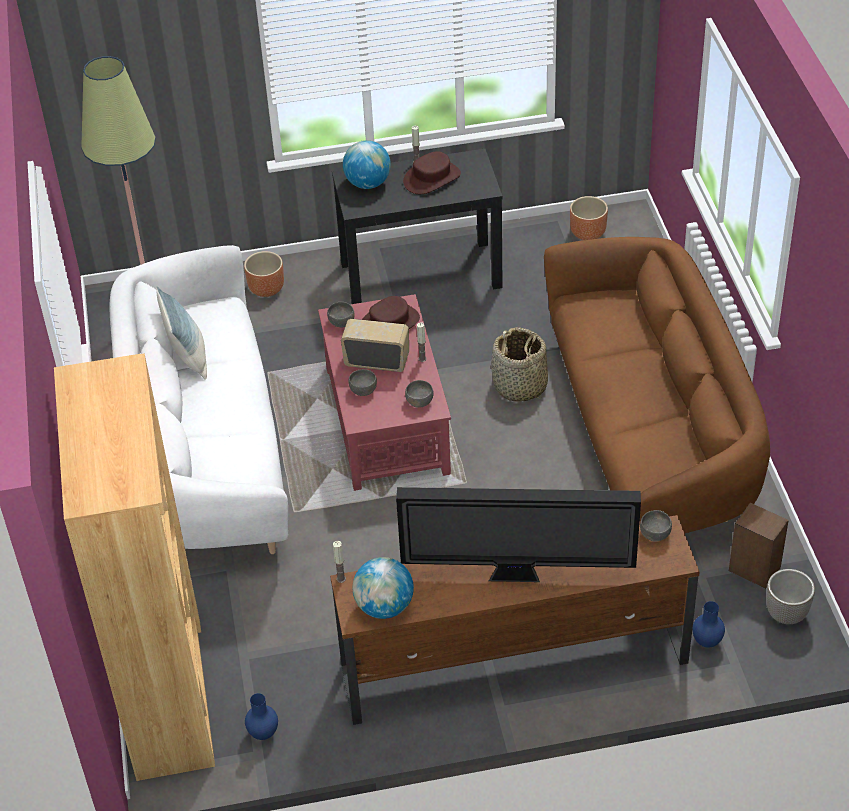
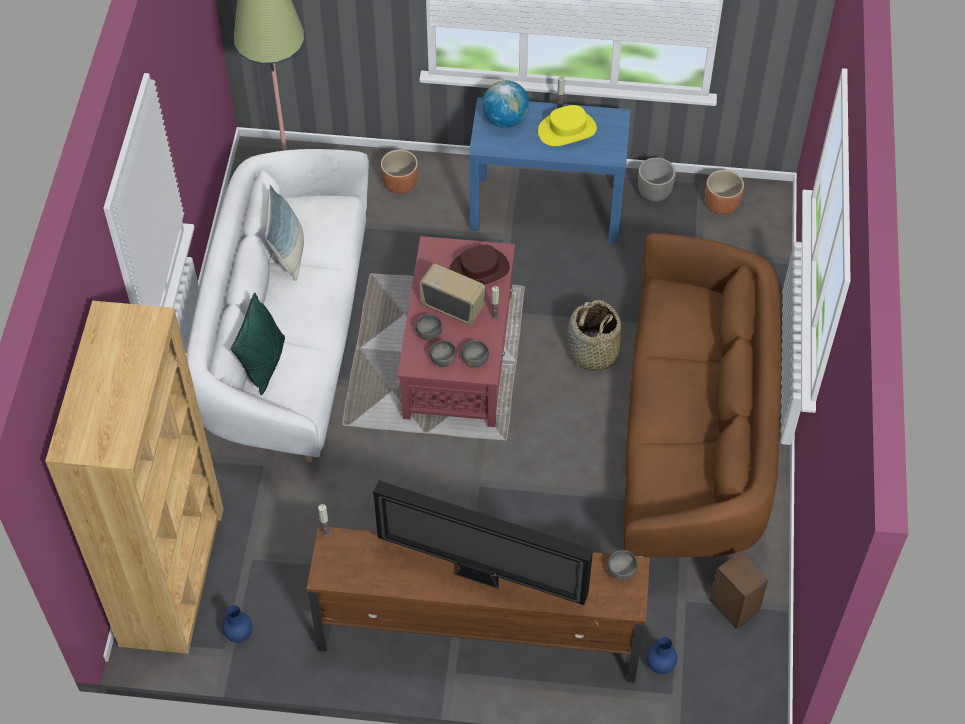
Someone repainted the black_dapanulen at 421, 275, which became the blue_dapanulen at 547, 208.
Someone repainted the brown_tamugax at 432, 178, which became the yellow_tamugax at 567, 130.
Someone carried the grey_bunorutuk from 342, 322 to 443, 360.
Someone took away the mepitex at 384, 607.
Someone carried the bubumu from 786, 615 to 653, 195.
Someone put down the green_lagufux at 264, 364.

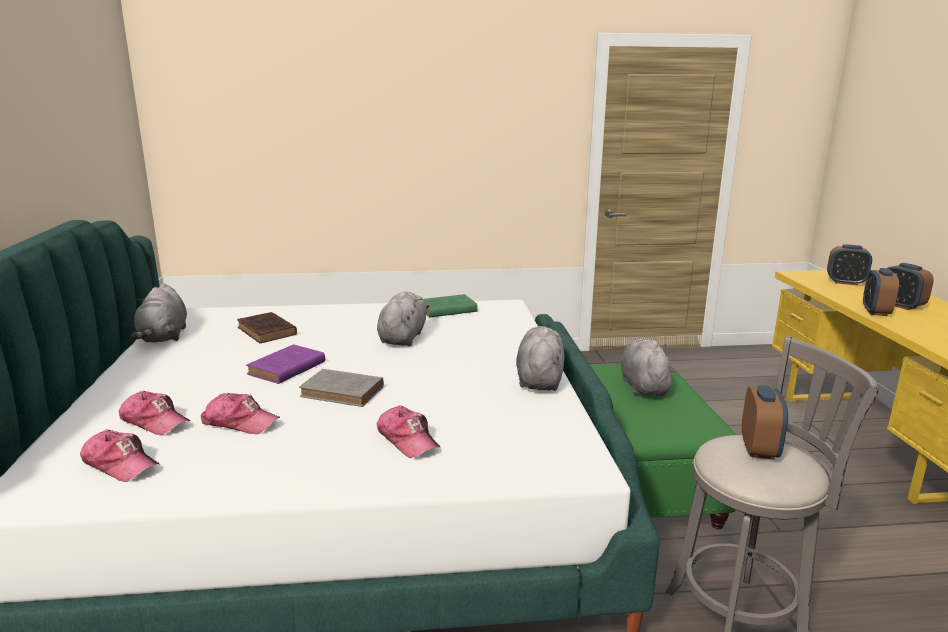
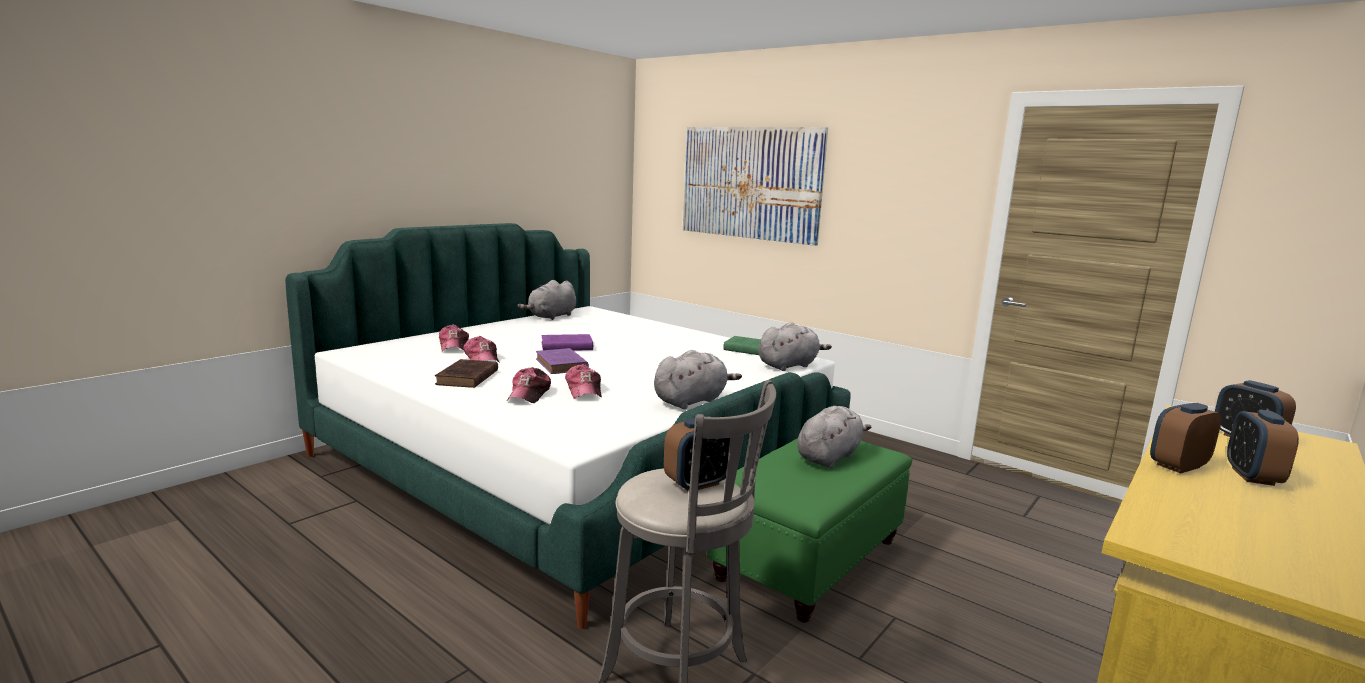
Someone carried the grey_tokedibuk from 403, 337 to 789, 365.
Someone carried the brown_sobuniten from 267, 332 to 466, 378.
Someone repainted the grey_sobuniten at 344, 392, which became the purple_sobuniten at 562, 365.
Someone carried the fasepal from 120, 464 to 584, 390.
Someone put up the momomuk at 750, 183.

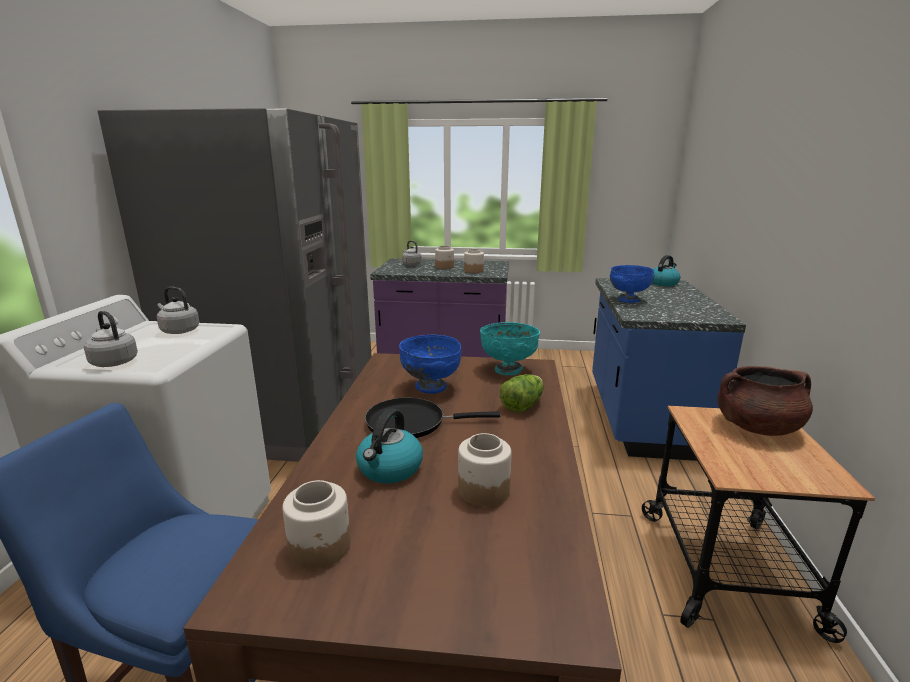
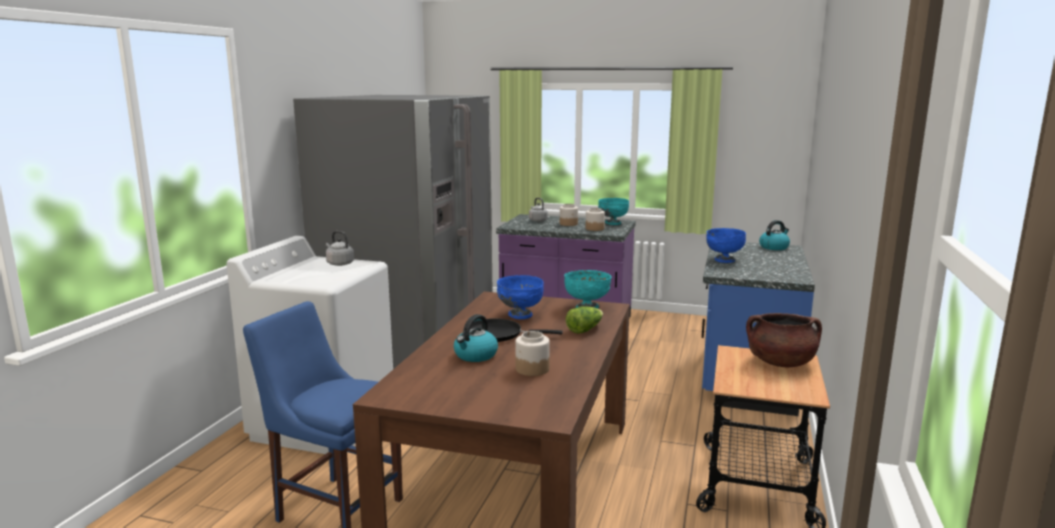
Someone took away the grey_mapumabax at 113, 362.
Someone took away the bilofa at 320, 547.
Someone put down the turquoise_bunorutuk at 612, 223.

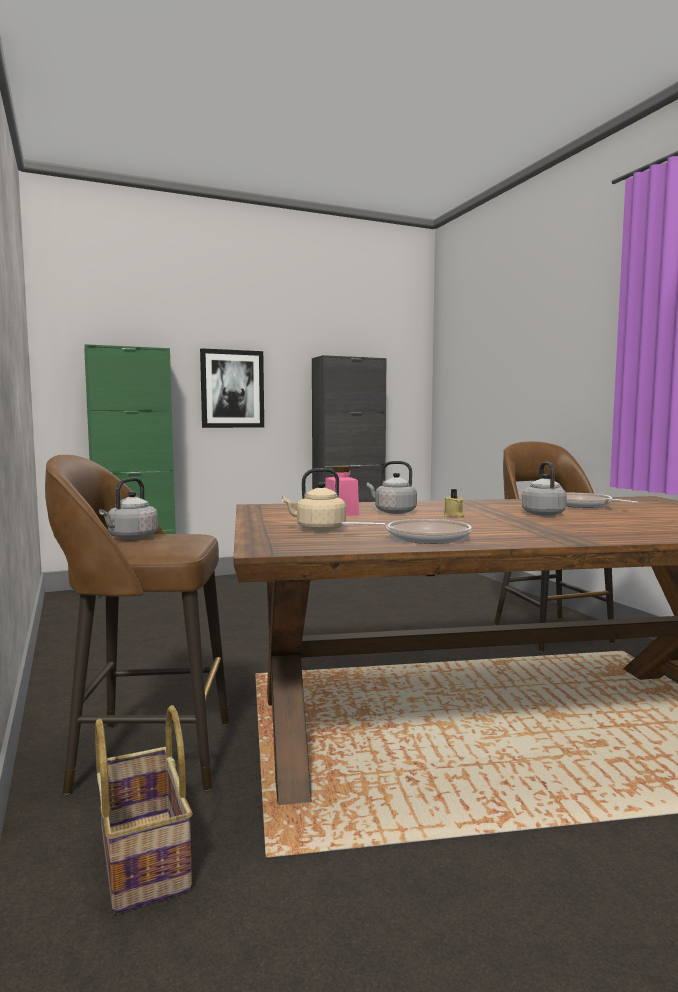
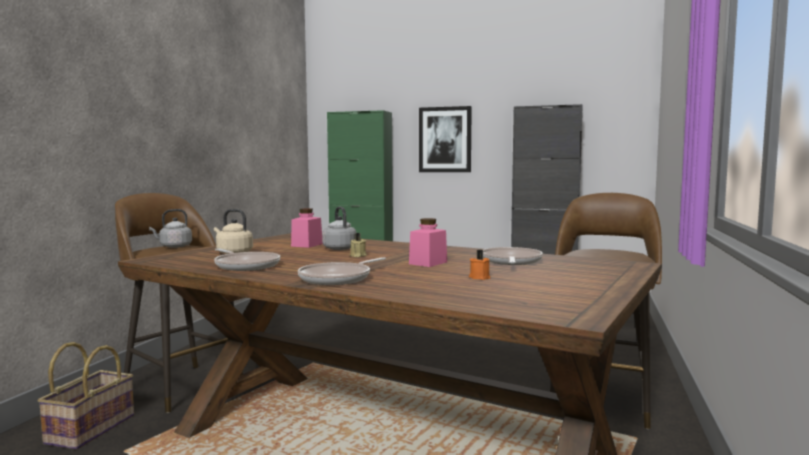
Someone swapped the grey_mapumabax at 542, 513 for the pink_bilofa at 428, 263.
Someone put down the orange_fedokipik at 479, 277.
Someone put down the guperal at 338, 278.

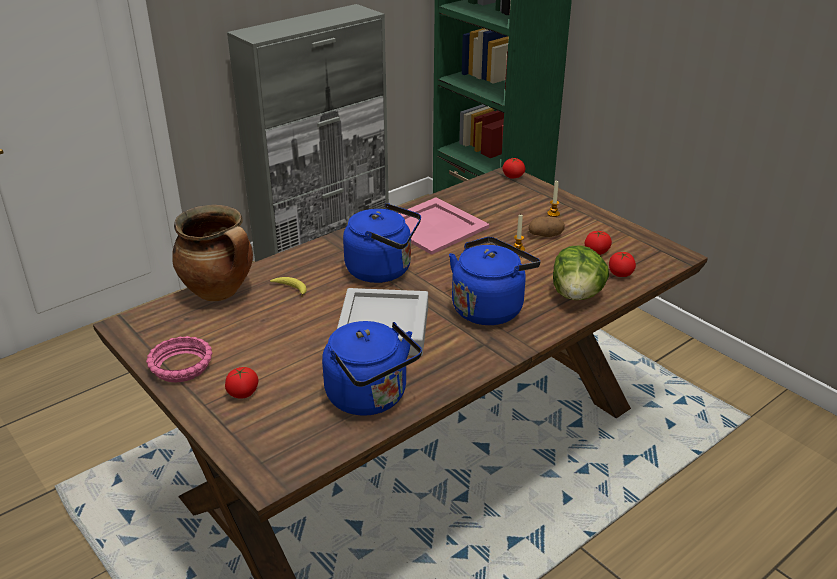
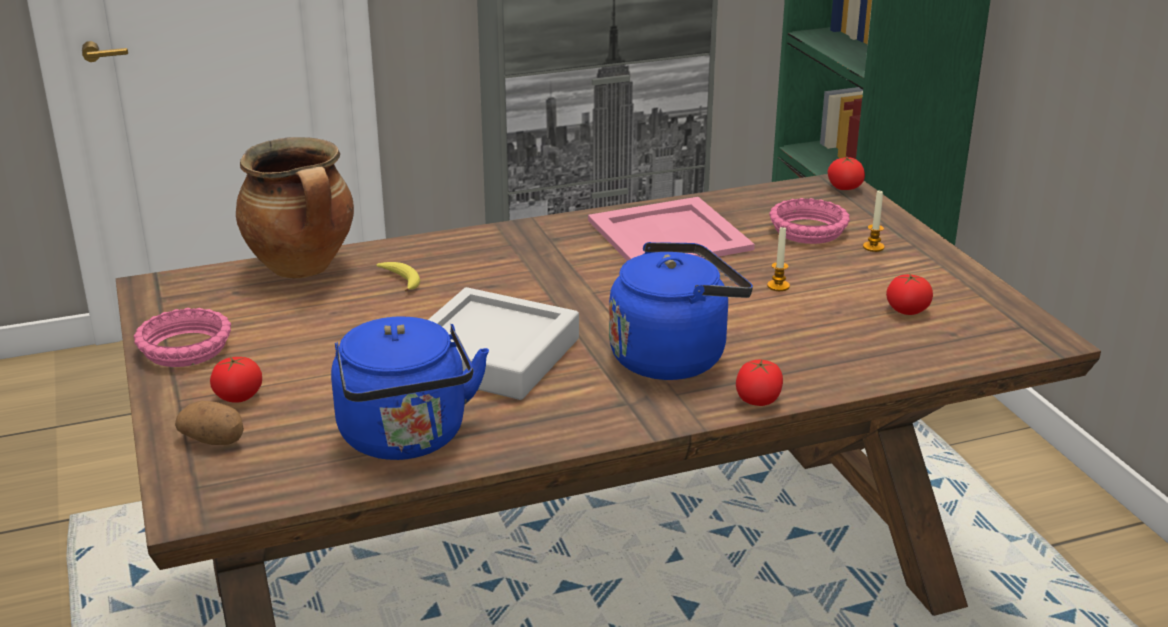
Someone took away the blue_mapumabax at 383, 270.
Someone carried the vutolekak from 545, 235 to 214, 440.
Someone took away the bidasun at 577, 295.
Someone carried the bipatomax from 620, 274 to 758, 400.
Someone put down the pink_bunorutuk at 808, 230.

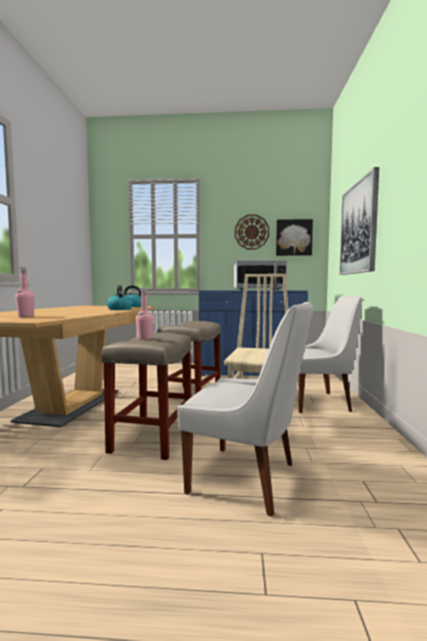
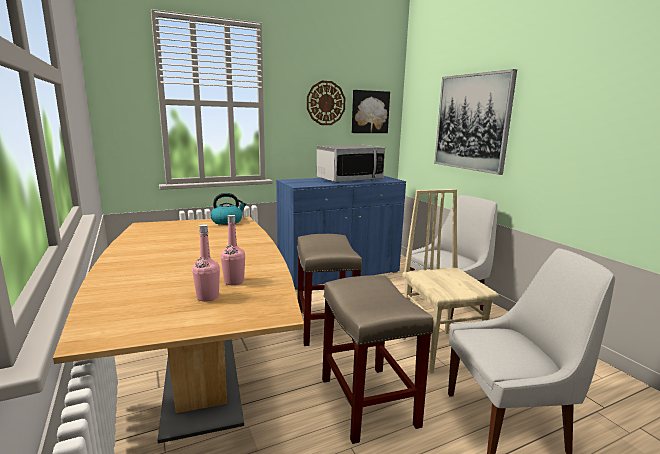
Someone took away the mapumabax at 119, 309.
Someone carried the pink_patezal from 145, 338 to 234, 282.

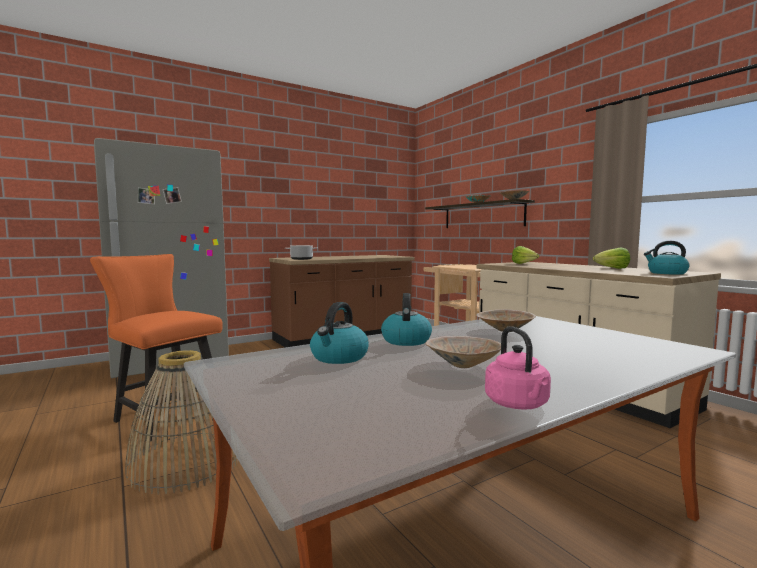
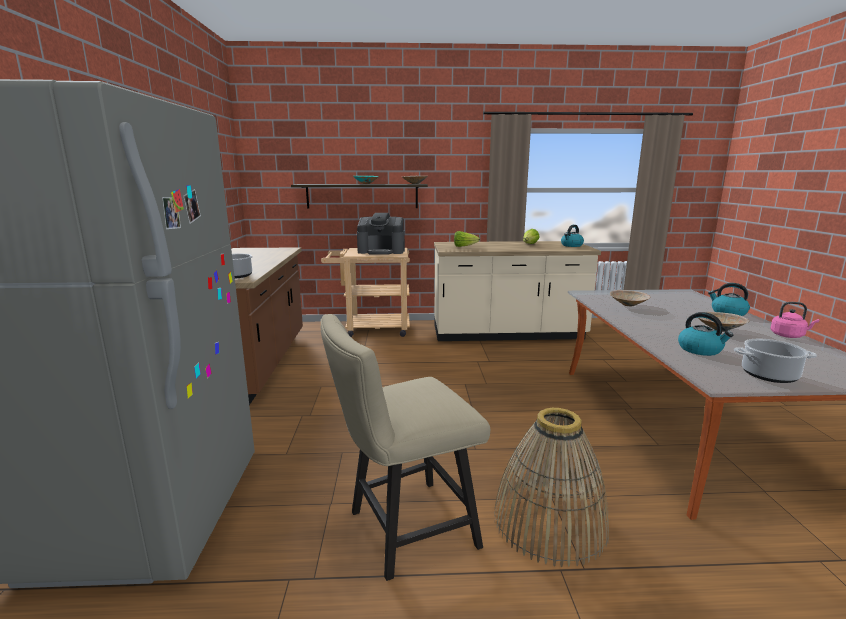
Someone repainted the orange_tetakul at 164, 415, which became the beige_tetakul at 403, 531.
Someone carried the mapumabax from 406, 340 to 728, 312.
Someone put down the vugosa at 381, 251.
Someone put down the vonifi at 769, 375.

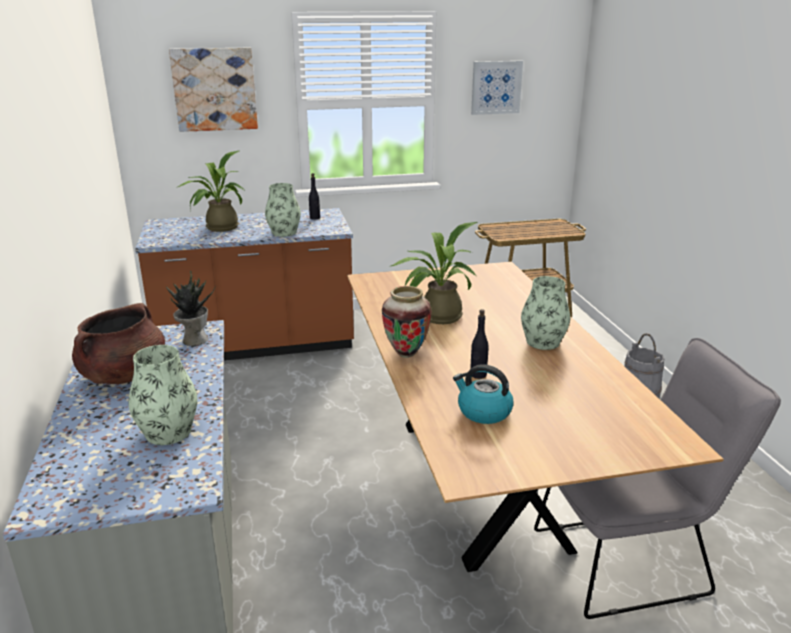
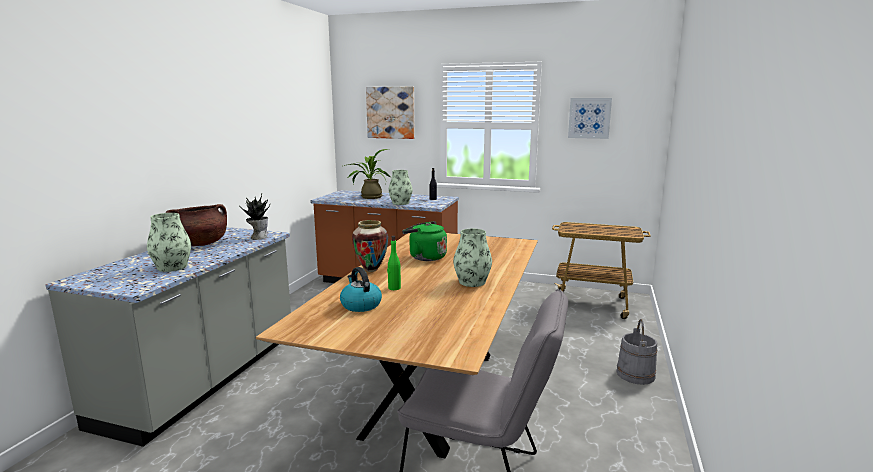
Someone swapped the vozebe at 435, 317 for the green_mapumabax at 425, 257.
Someone repainted the black_patezal at 478, 375, which became the green_patezal at 394, 288.

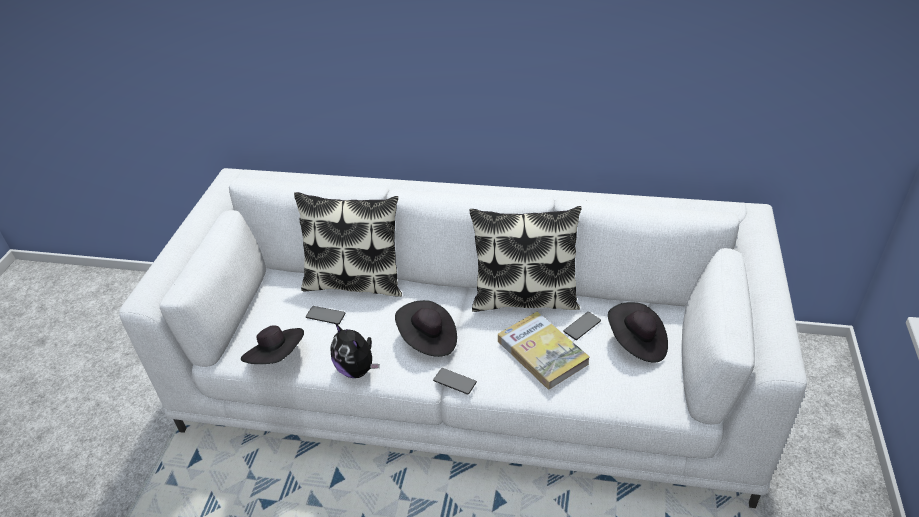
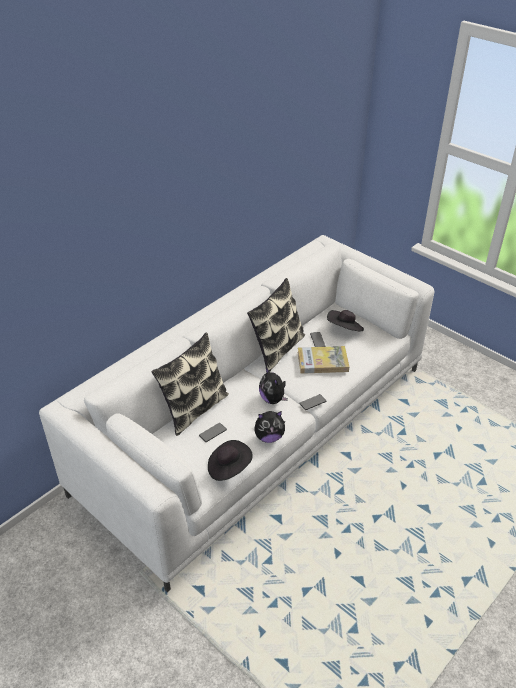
Someone swapped the black_tamugax at 428, 340 for the tokedibuk at 273, 399.

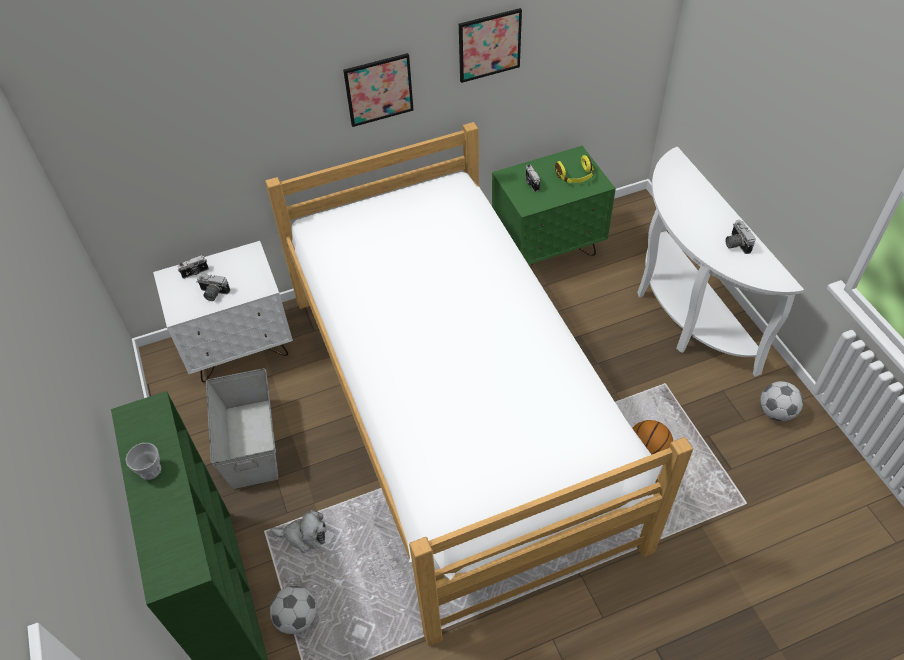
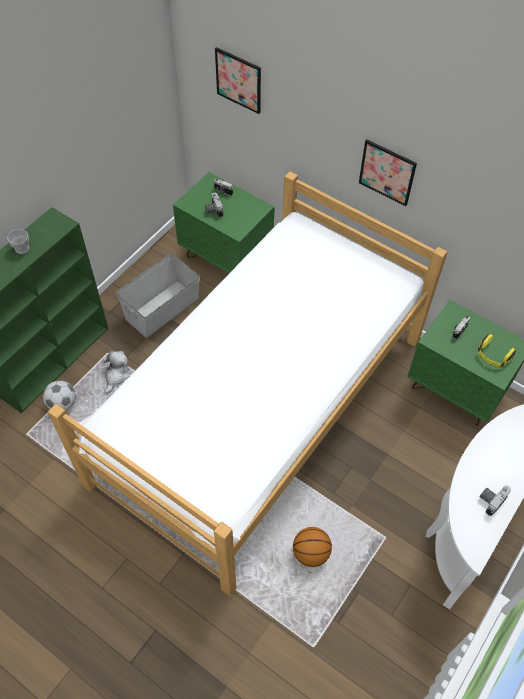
Someone carried the momomuk from 489, 45 to 238, 80.
Someone repainted the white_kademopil at 240, 348, which became the green_kademopil at 226, 259.
Someone took away the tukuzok at 776, 412.
Someone rotated the tokedibuk at 304, 536 by 135 degrees counterclockwise.

